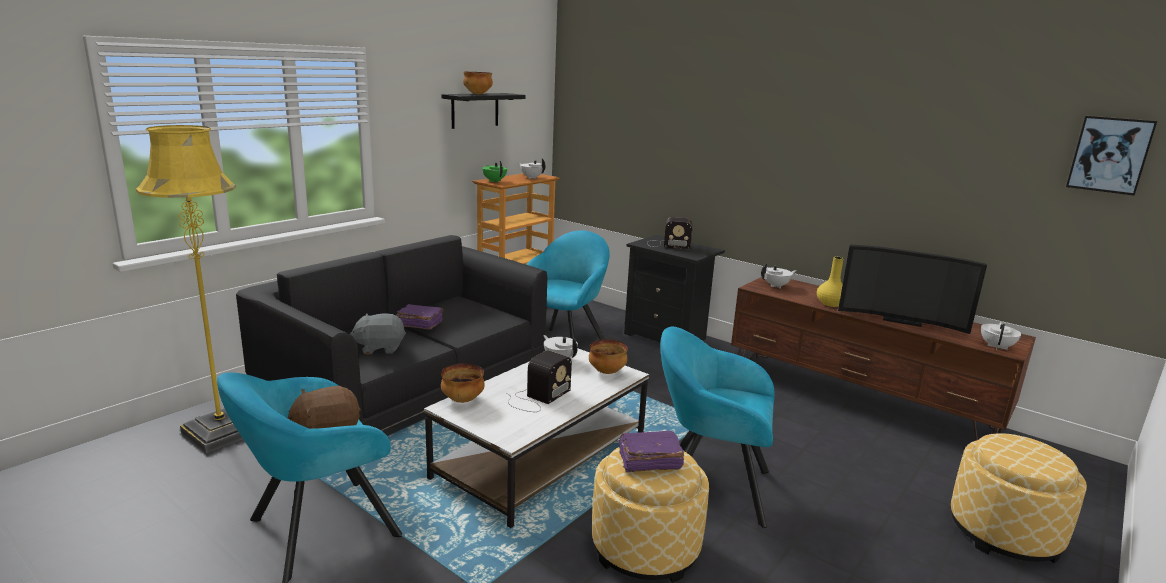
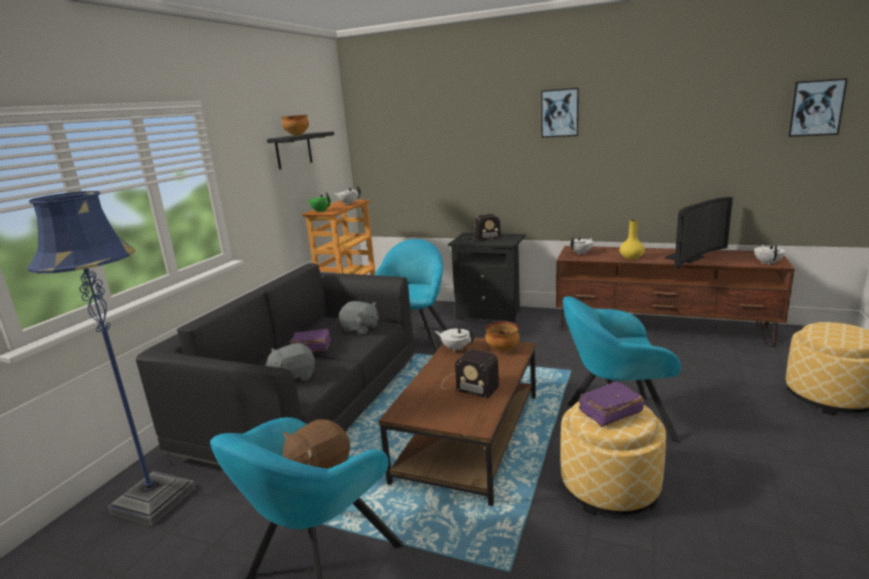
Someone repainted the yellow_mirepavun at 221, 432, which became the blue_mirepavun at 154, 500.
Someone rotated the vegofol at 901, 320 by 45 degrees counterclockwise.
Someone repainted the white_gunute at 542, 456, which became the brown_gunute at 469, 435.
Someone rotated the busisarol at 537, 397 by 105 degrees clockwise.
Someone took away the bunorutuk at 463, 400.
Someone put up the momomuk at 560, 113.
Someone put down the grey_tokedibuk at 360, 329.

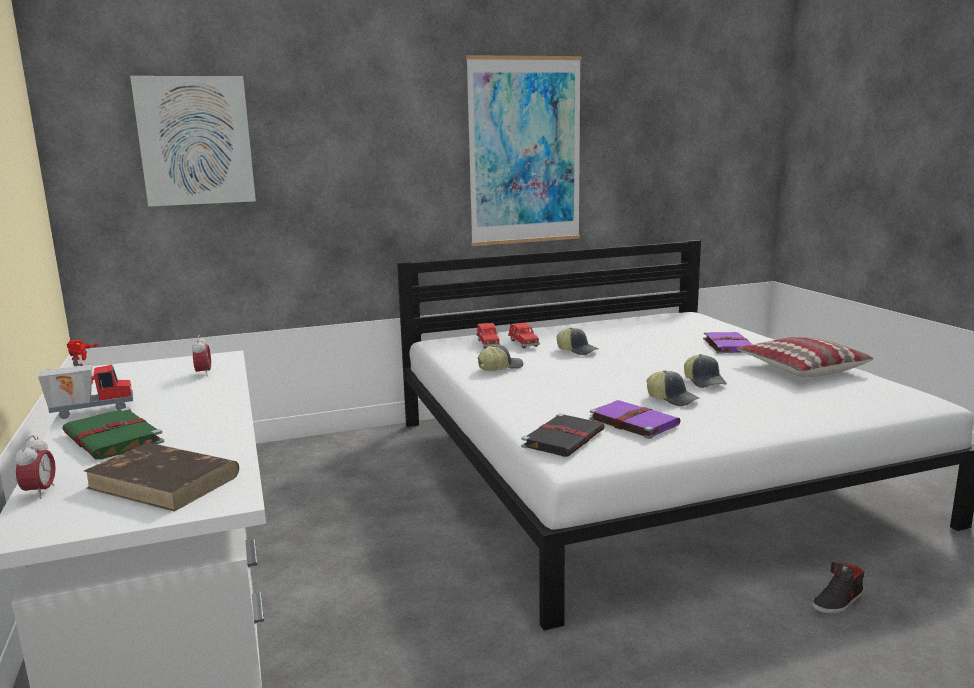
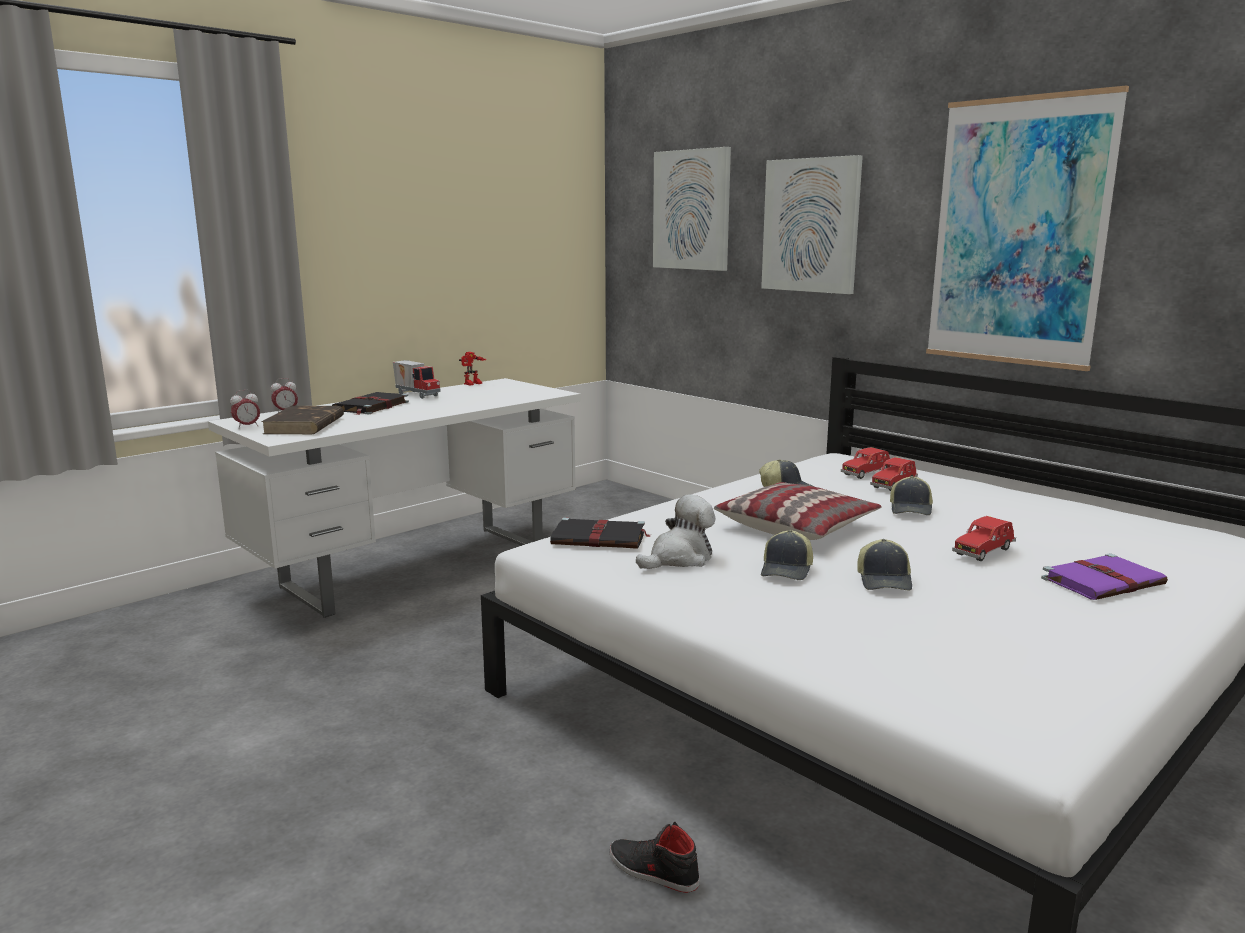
Someone carried the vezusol from 203, 373 to 247, 426.
Someone carried the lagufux from 800, 368 to 797, 526.
Someone rotated the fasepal at 704, 381 by 45 degrees counterclockwise.
Someone swapped the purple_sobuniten at 632, 421 for the tokedibuk at 679, 558.
Someone repainted the green_sobuniten at 114, 438, which became the black_sobuniten at 370, 406.
Someone put up the momomuk at 811, 225.
Someone put down the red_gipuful at 984, 551.

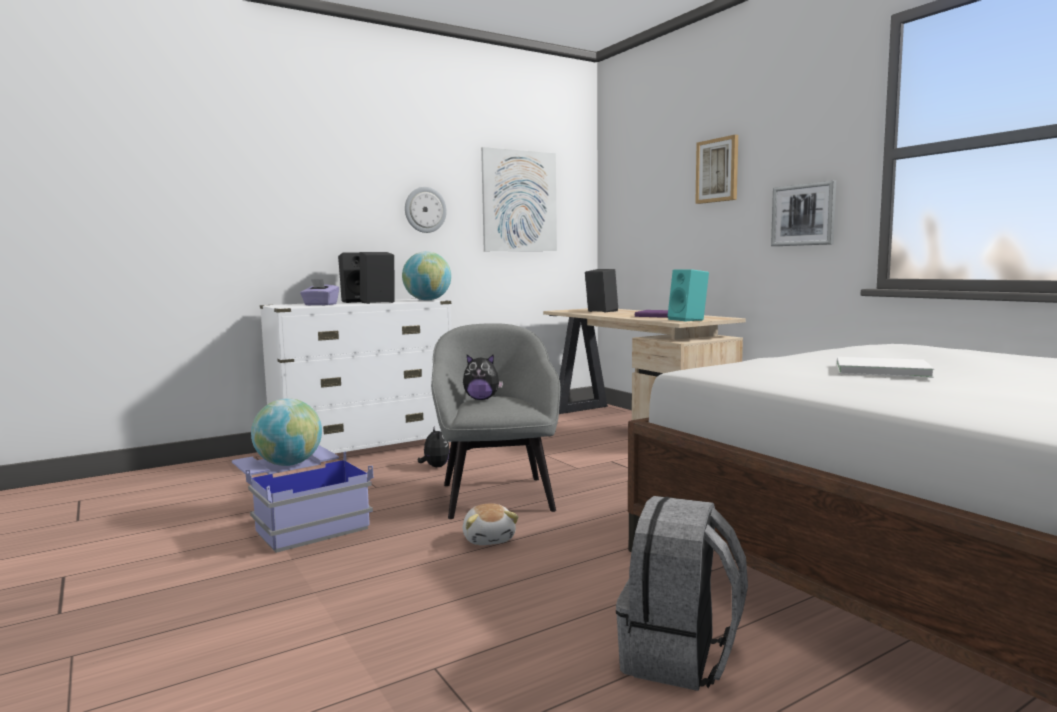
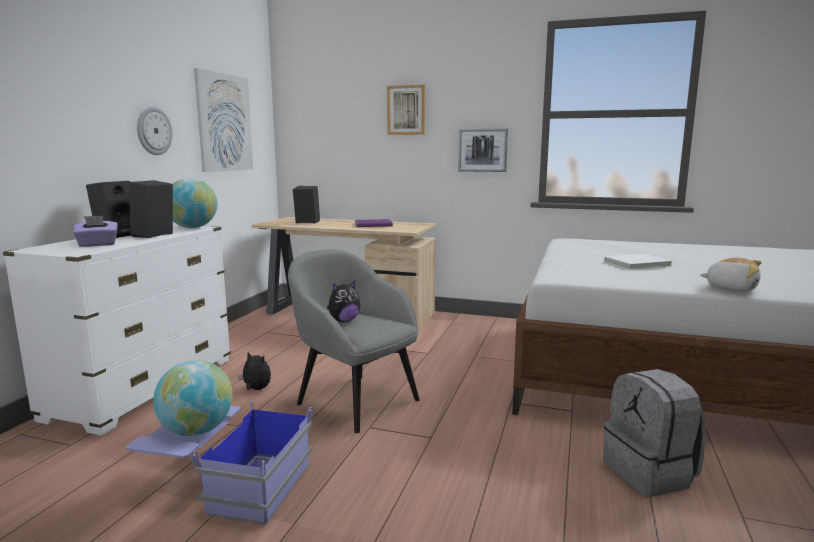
Someone took away the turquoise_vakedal at 688, 320.
Someone carried the tokedibuk from 489, 539 to 731, 288.

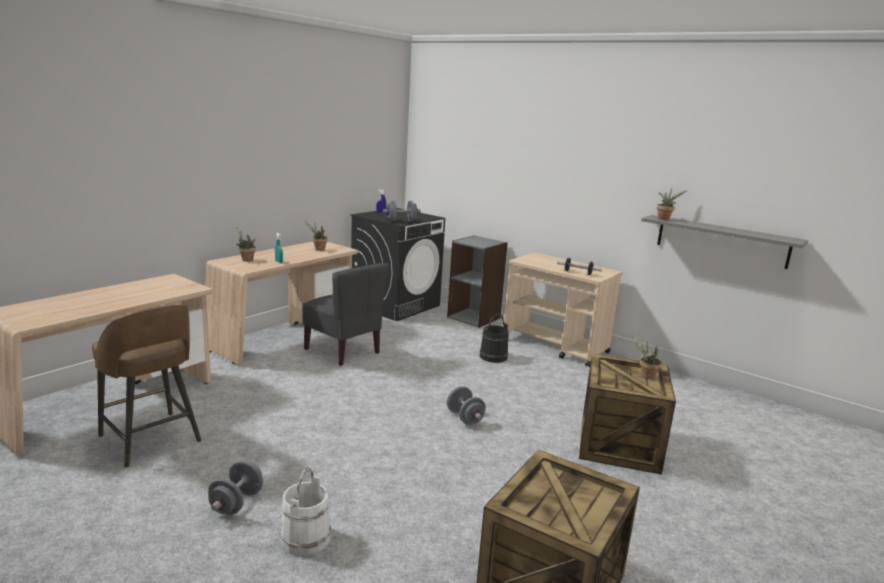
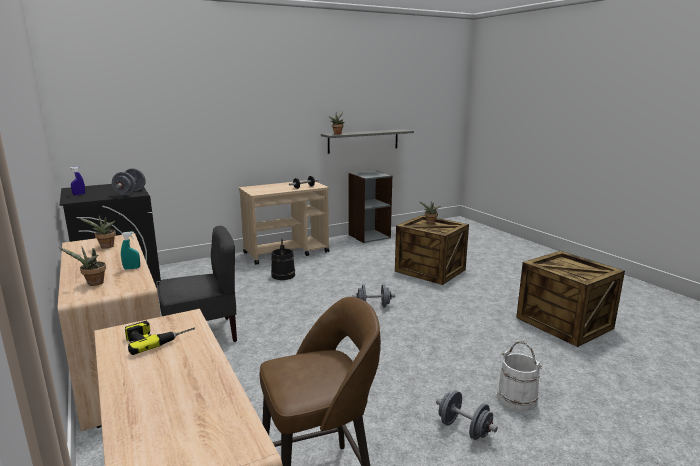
Someone carried the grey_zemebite from 474, 317 to 369, 236.
Someone put down the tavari at 158, 338.

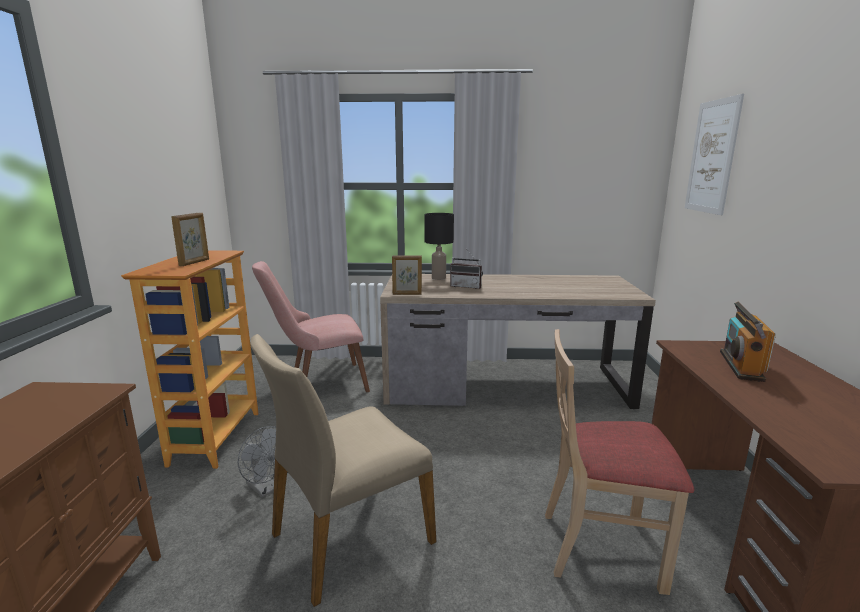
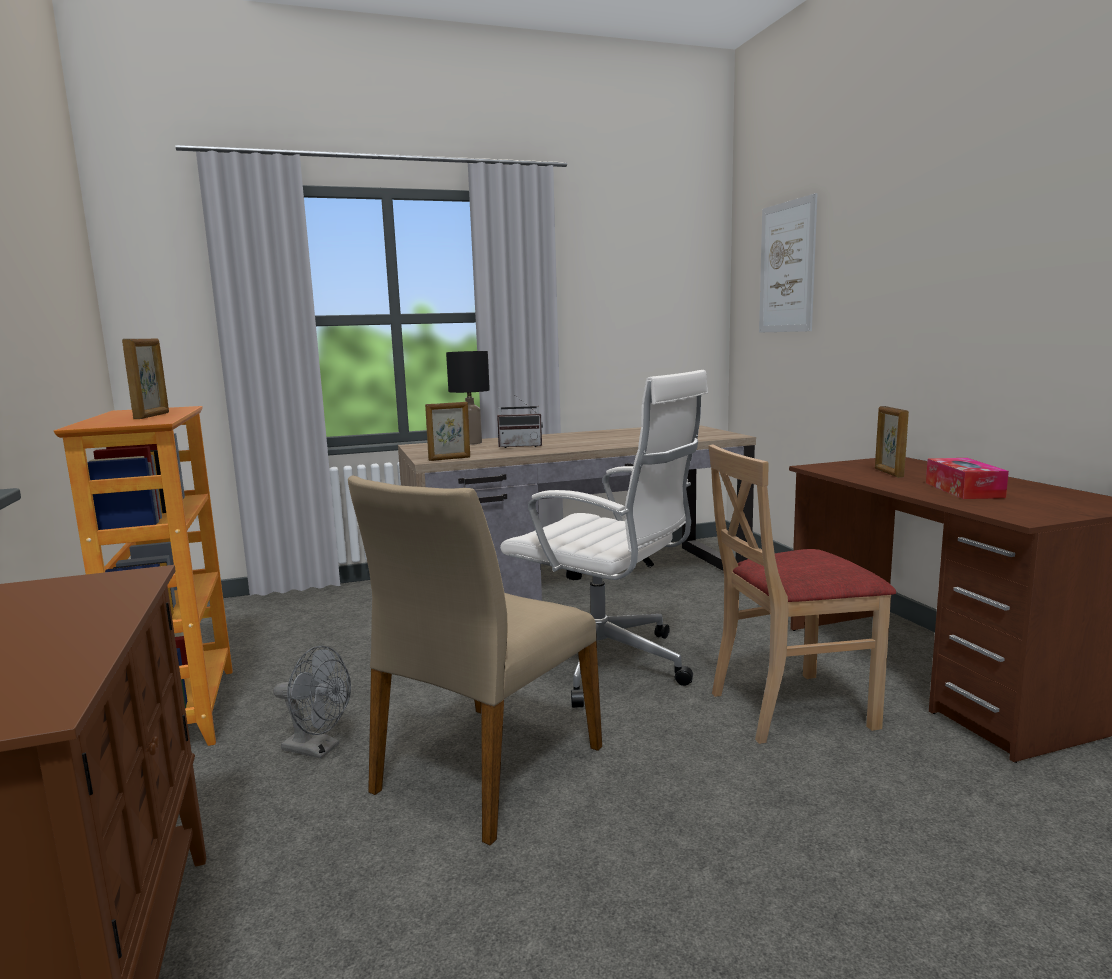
Someone took away the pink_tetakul at 317, 383.
Someone swapped the busisarol at 740, 366 for the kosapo at 888, 473.
Someone put down the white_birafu at 605, 664.
Someone put down the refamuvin at 963, 490.

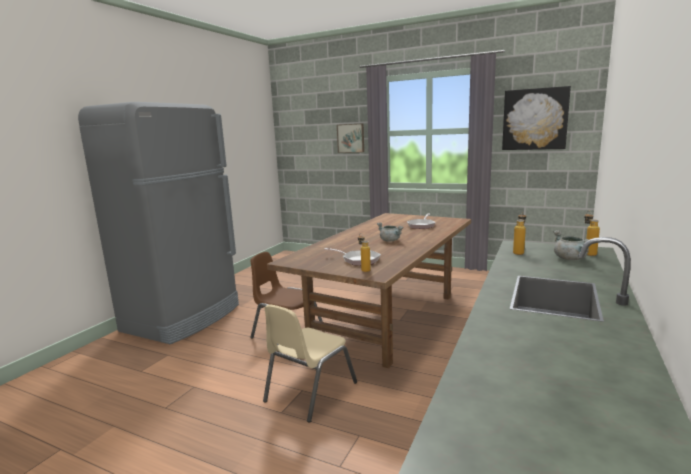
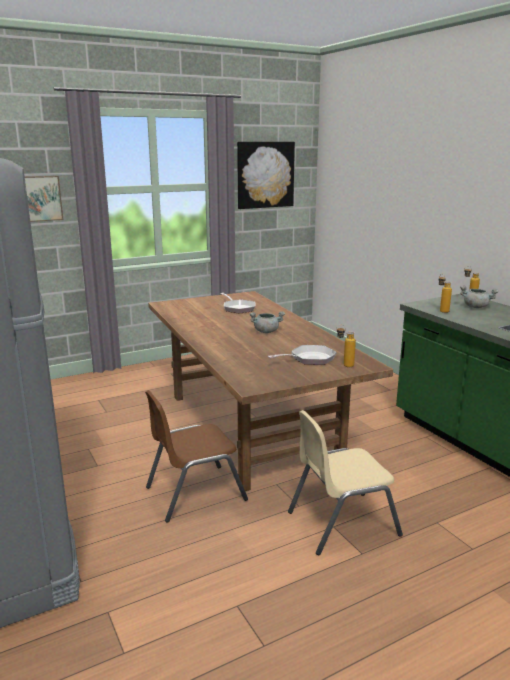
Someone rotated the beige_tetakul at 310, 392 by 90 degrees clockwise.

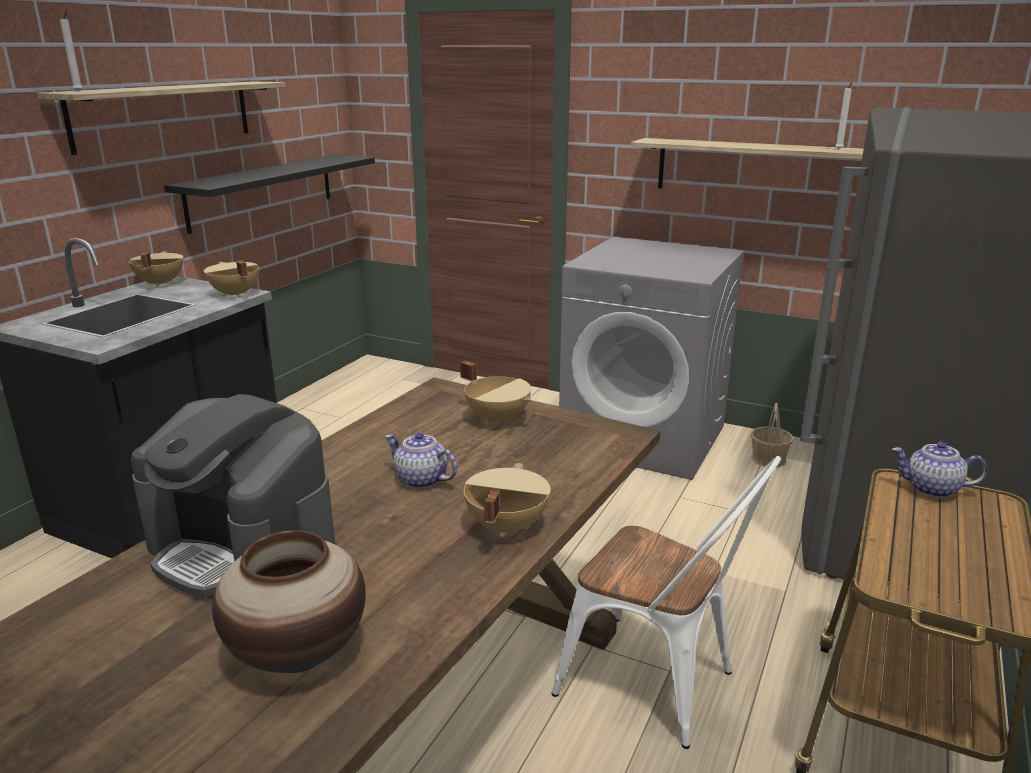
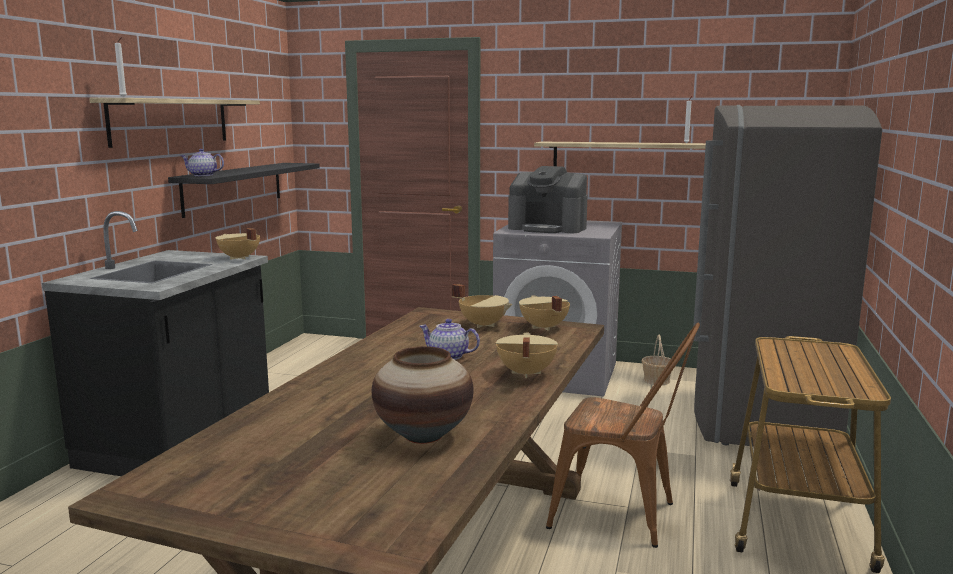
Someone carried the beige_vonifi from 159, 283 to 543, 327.
Someone carried the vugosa from 244, 548 to 548, 228.
Someone carried the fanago from 931, 489 to 202, 175.
Someone repainted the white_tetakul at 659, 686, which became the brown_tetakul at 623, 515.

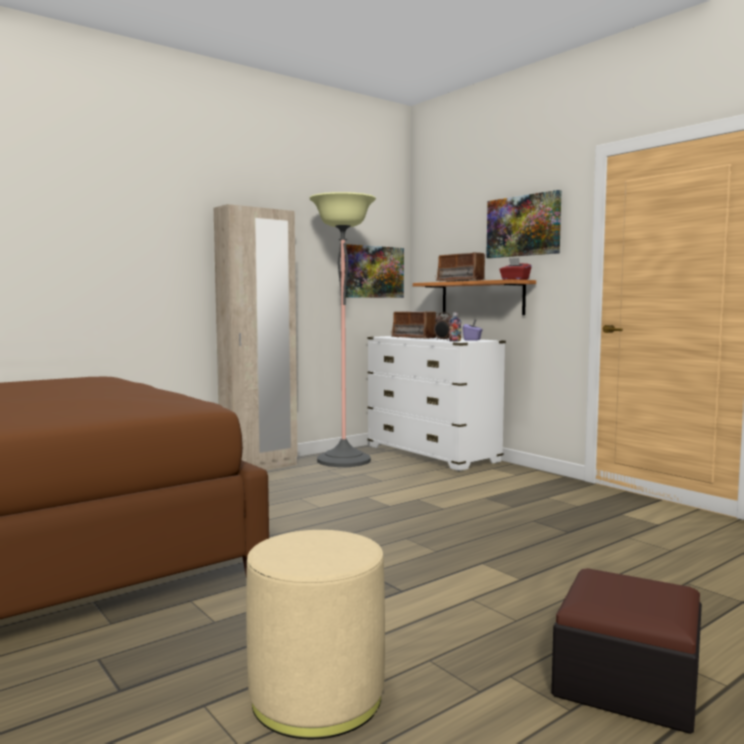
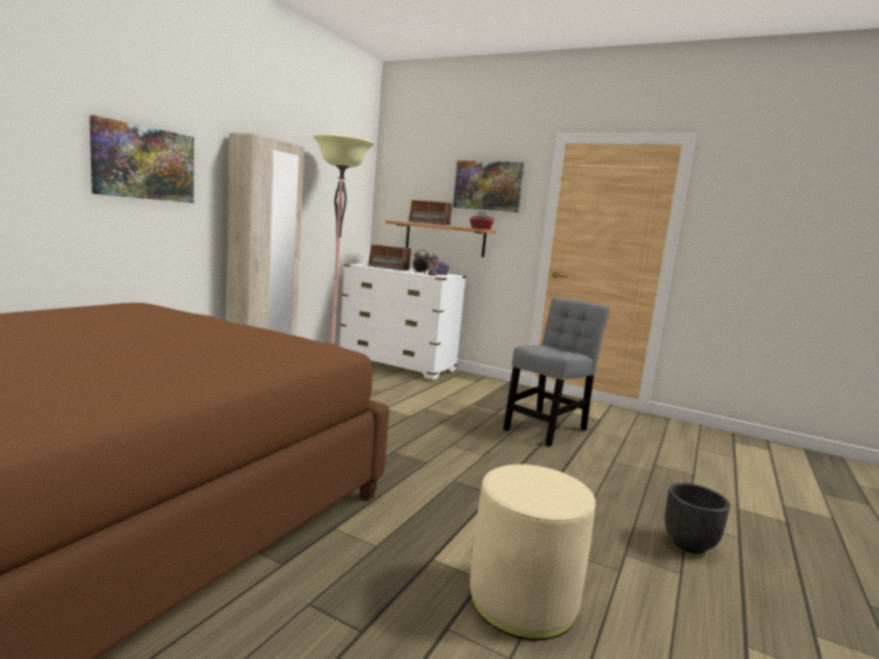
Someone carried the momomuk from 372, 272 to 144, 163.
Someone swapped the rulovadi at 627, 681 for the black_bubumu at 690, 545.
Someone put down the grey_tetakul at 547, 428.

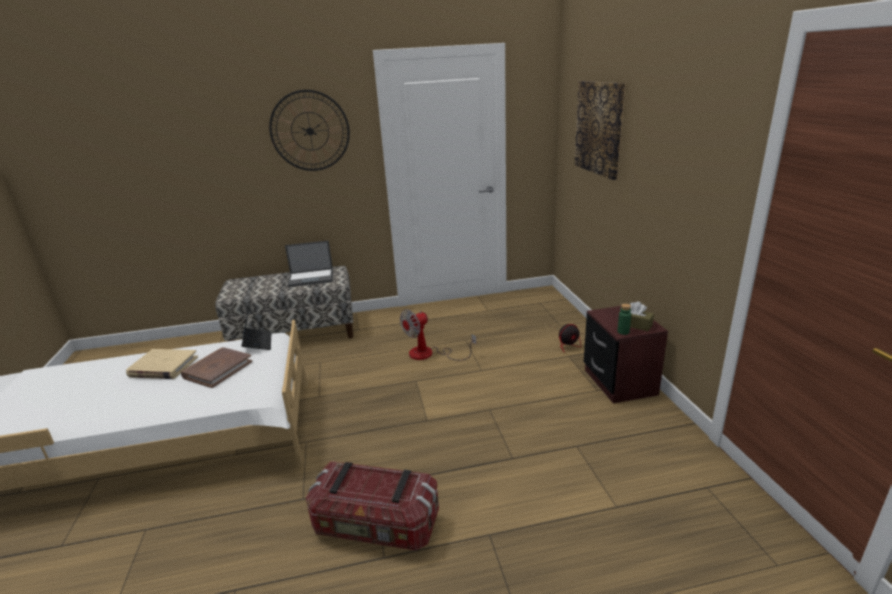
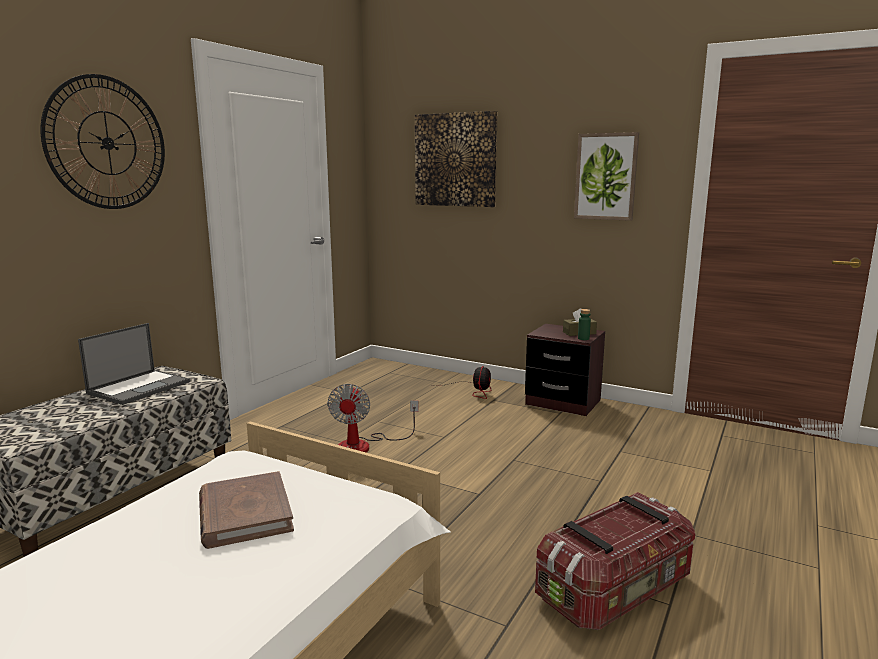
Someone took away the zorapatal at 258, 343.
Someone took away the beige_sobuniten at 163, 367.
Someone put up the momomuk at 606, 176.

